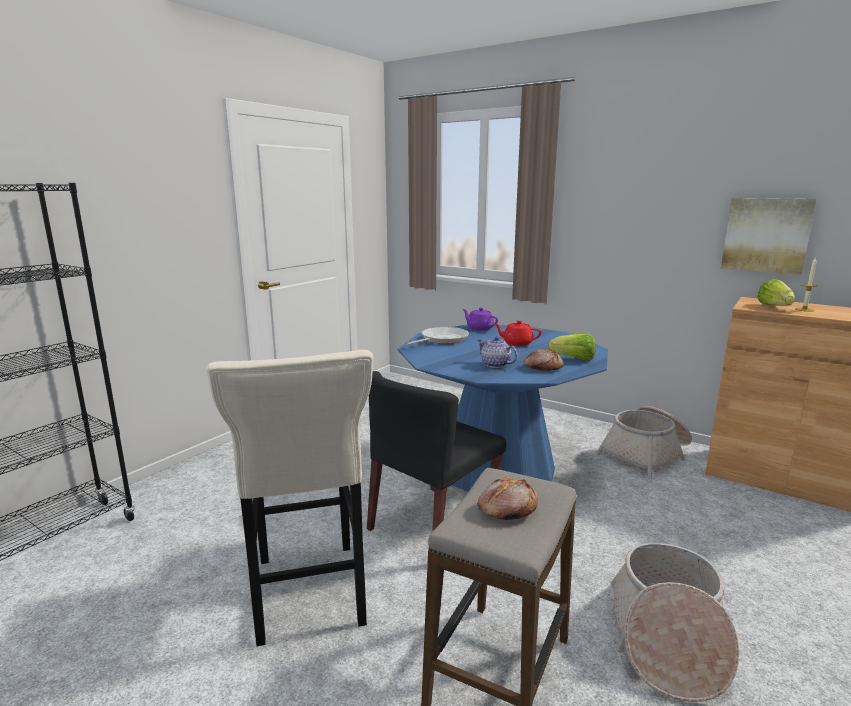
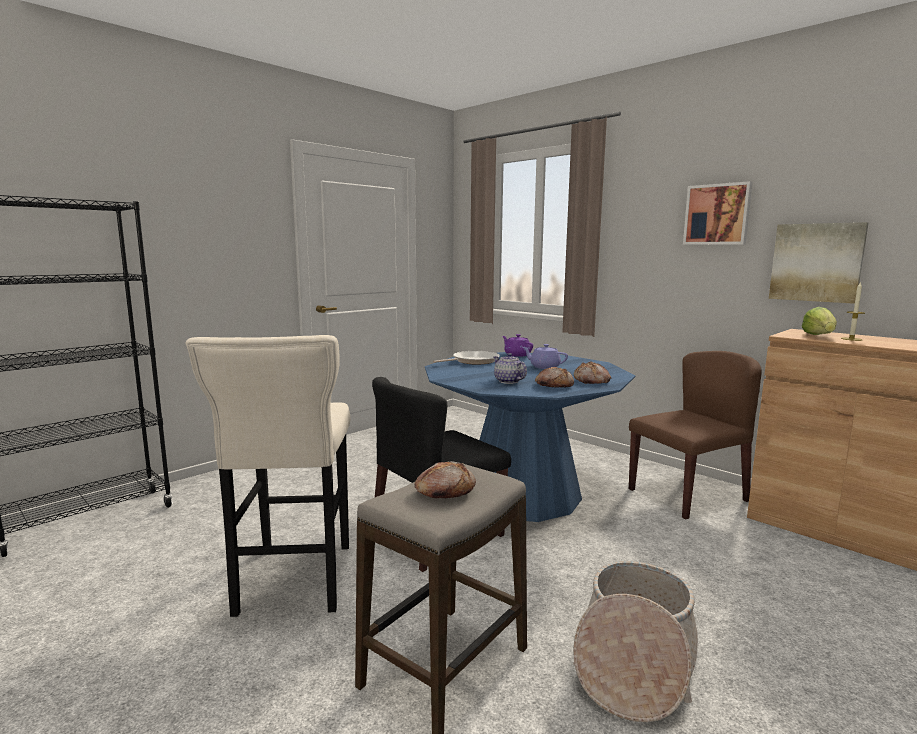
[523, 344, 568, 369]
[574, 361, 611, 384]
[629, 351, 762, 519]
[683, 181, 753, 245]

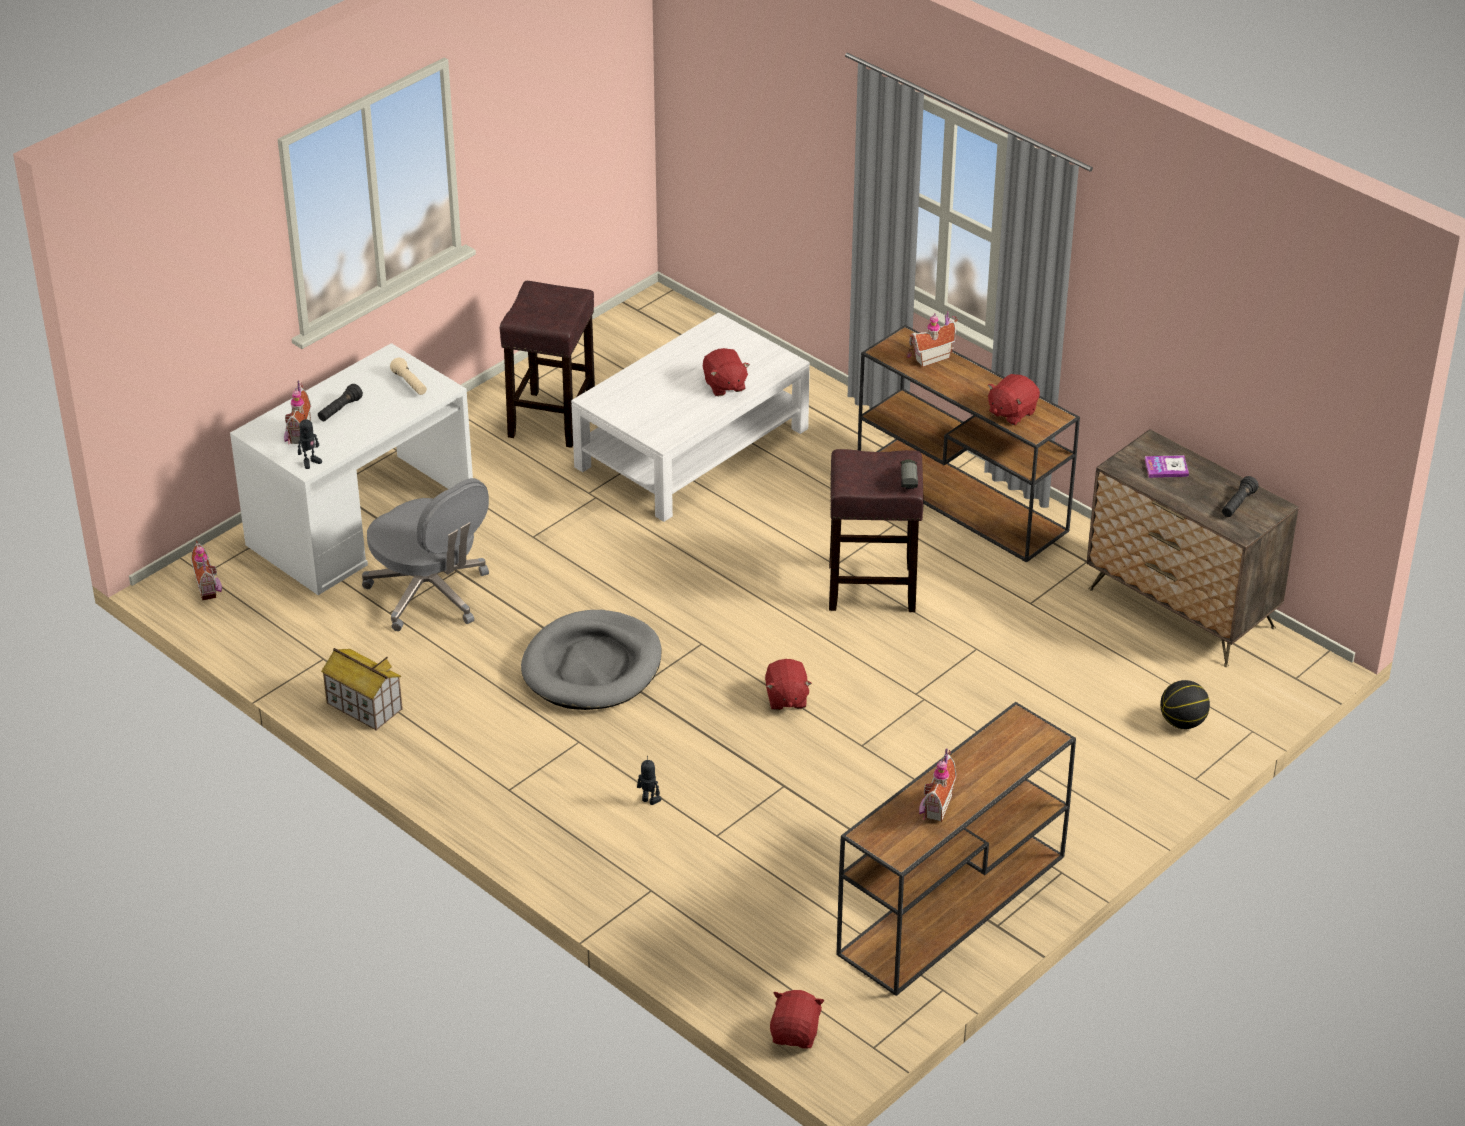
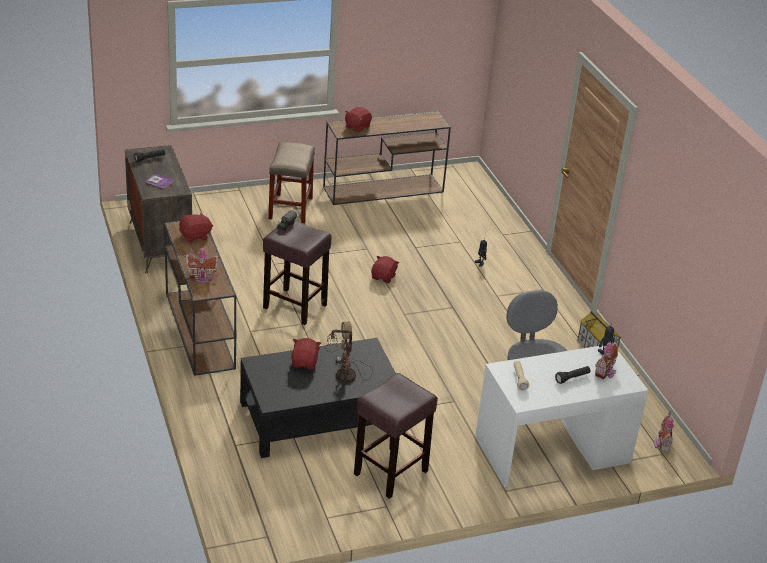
[240, 338, 396, 458]
[268, 142, 315, 223]
[325, 322, 373, 382]
[345, 107, 372, 133]
[521, 610, 662, 710] (first image)
[919, 748, 956, 822] (first image)
[1160, 680, 1210, 729] (first image)

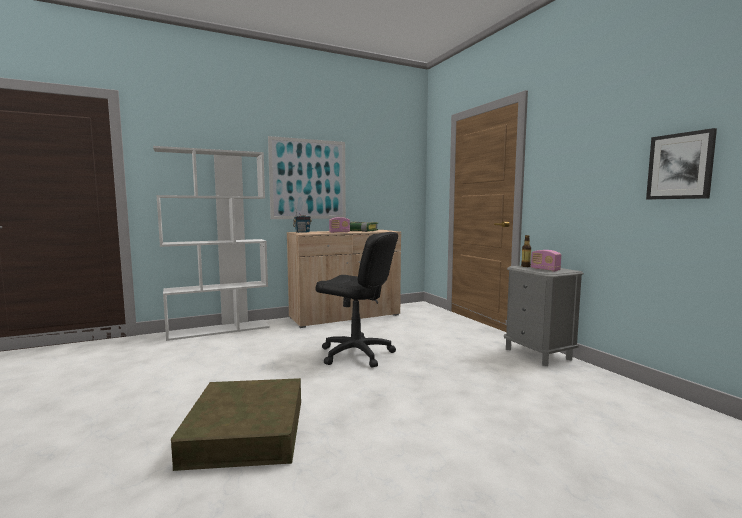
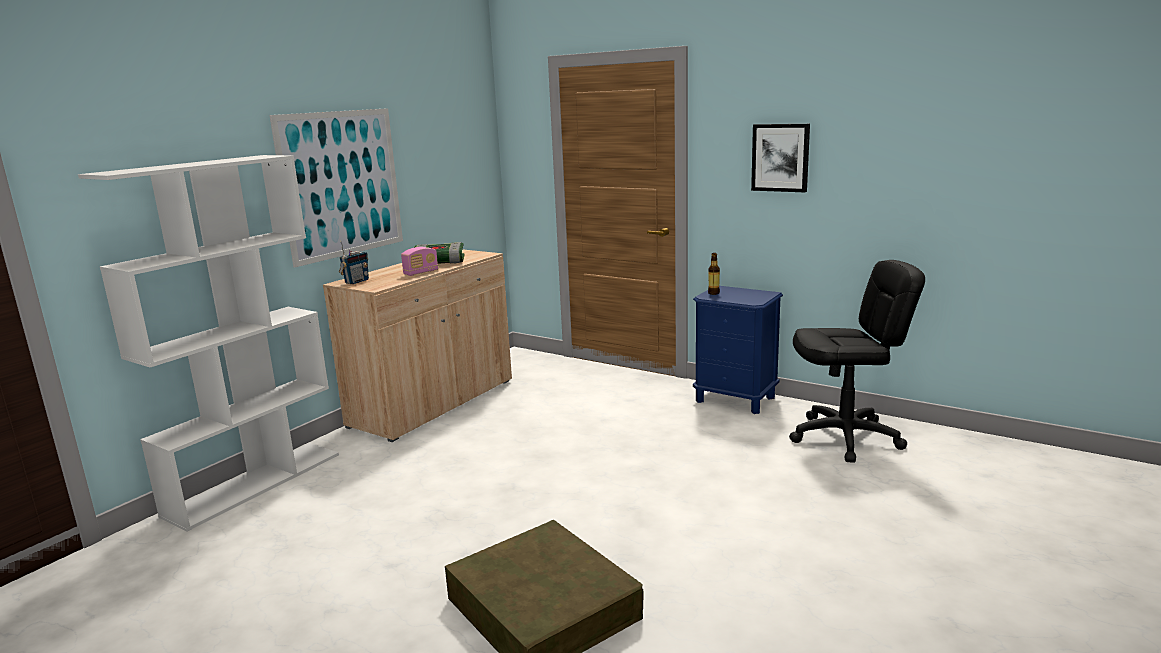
[693, 286, 783, 414]
[751, 124, 810, 192]
[789, 260, 925, 463]
[531, 250, 561, 271] (first image)

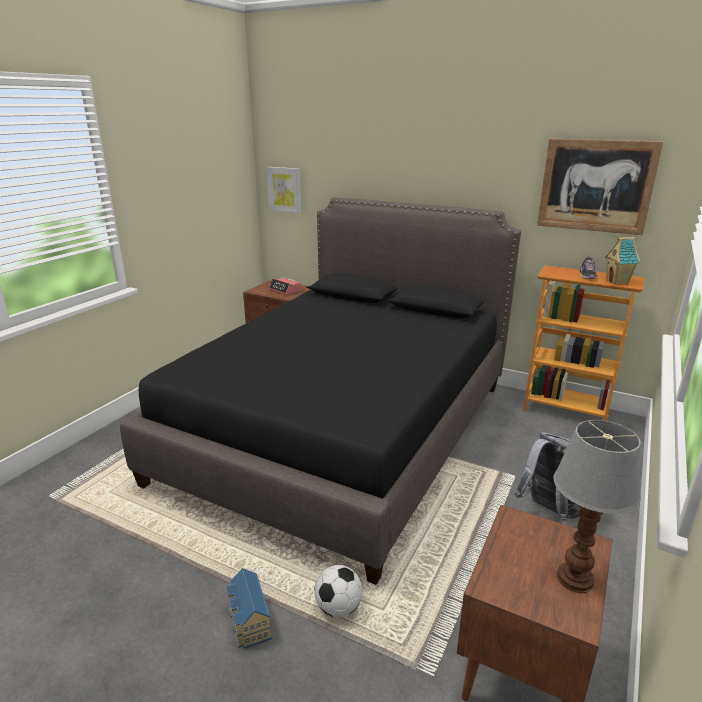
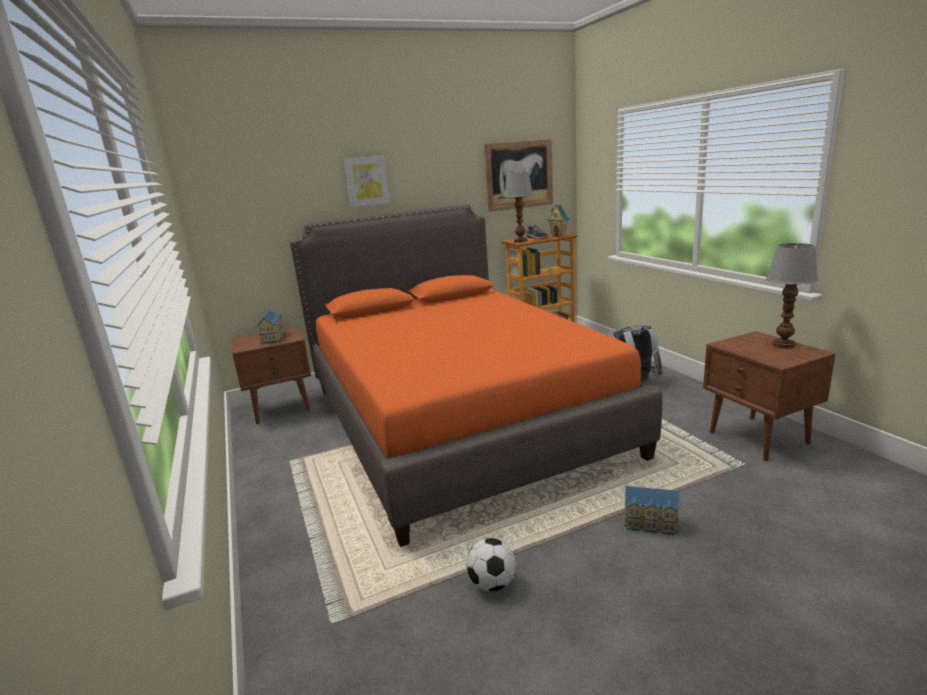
[256, 310, 285, 344]
[290, 204, 662, 547]
[344, 156, 390, 207]
[466, 538, 516, 591]
[504, 172, 533, 243]

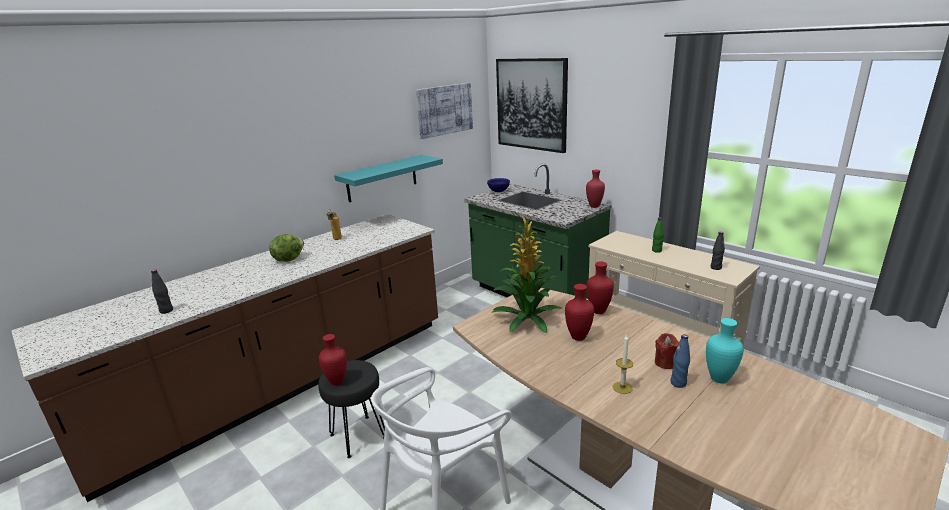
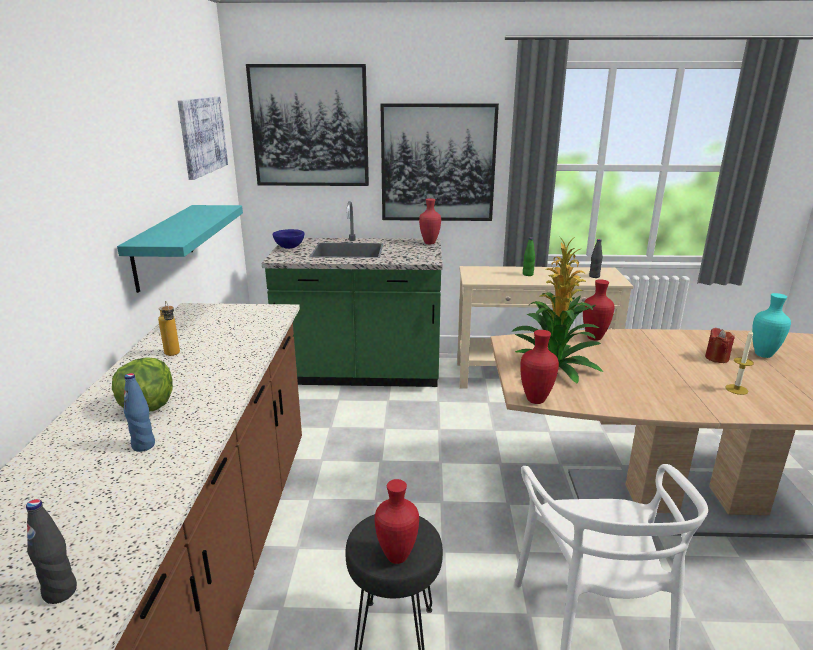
[124, 373, 155, 452]
[381, 103, 499, 221]
[520, 330, 559, 404]

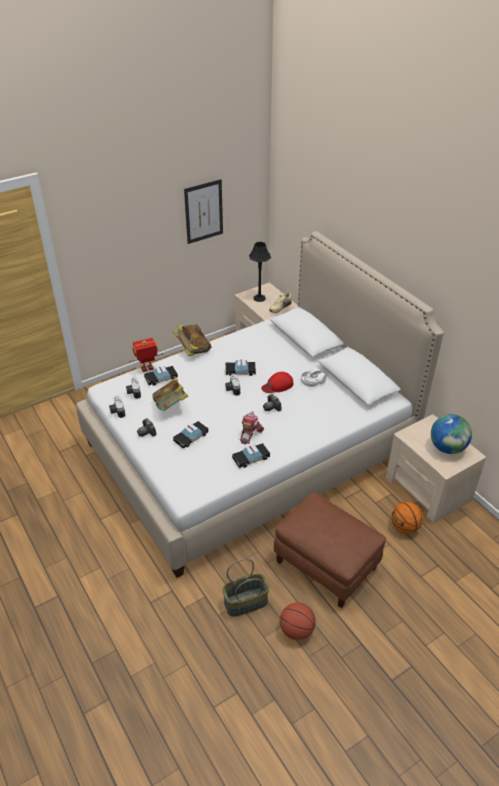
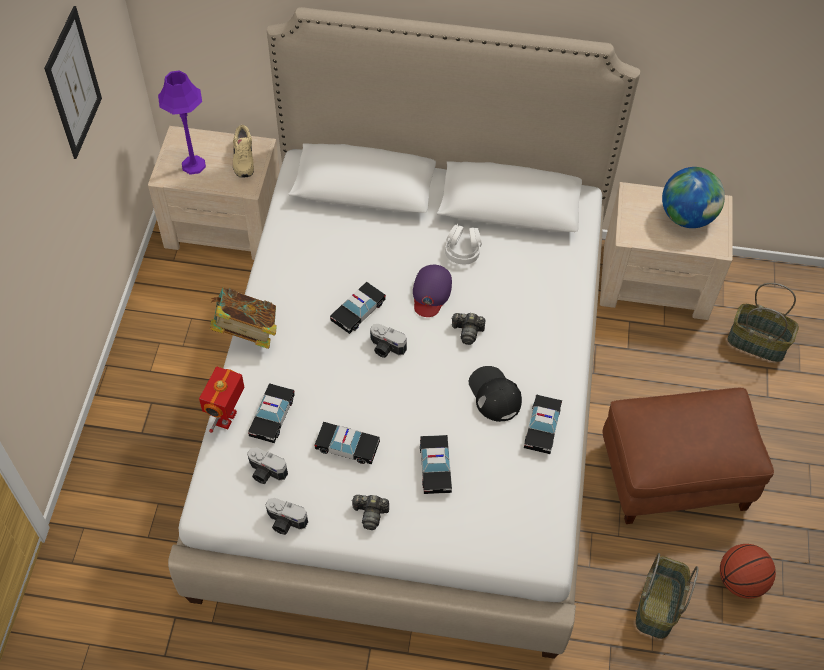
[158, 70, 206, 175]
[315, 422, 380, 464]
[413, 265, 452, 317]
[469, 366, 522, 422]
[727, 283, 799, 362]
[391, 502, 423, 534] (first image)

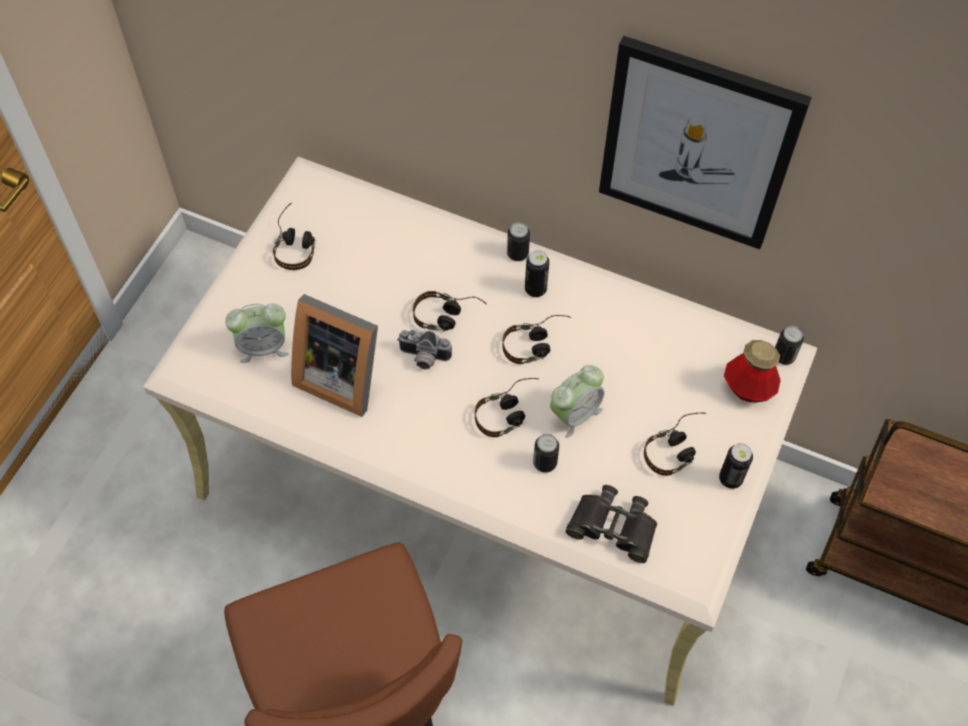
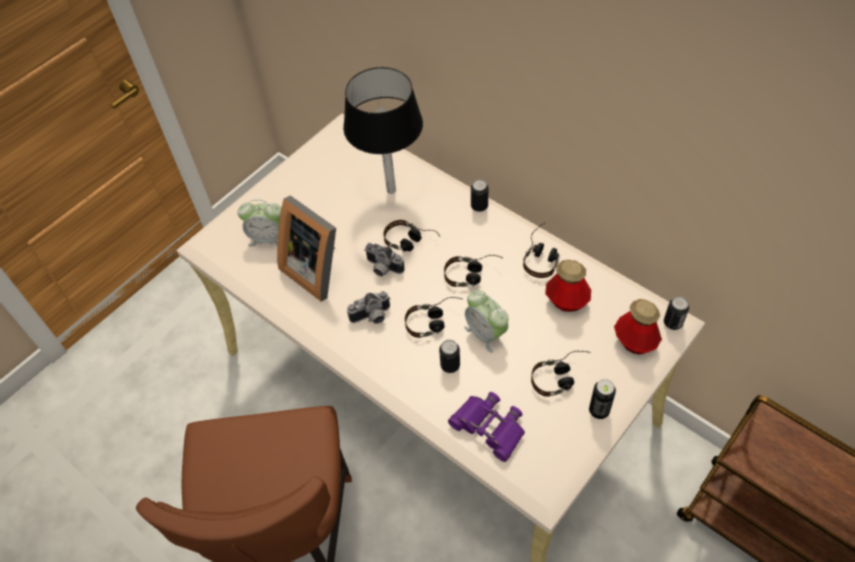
[343, 67, 423, 194]
[347, 291, 391, 324]
[448, 392, 525, 462]
[464, 290, 509, 353]
[523, 222, 560, 278]
[545, 260, 591, 312]
[525, 250, 549, 297] (first image)
[599, 36, 812, 249] (first image)

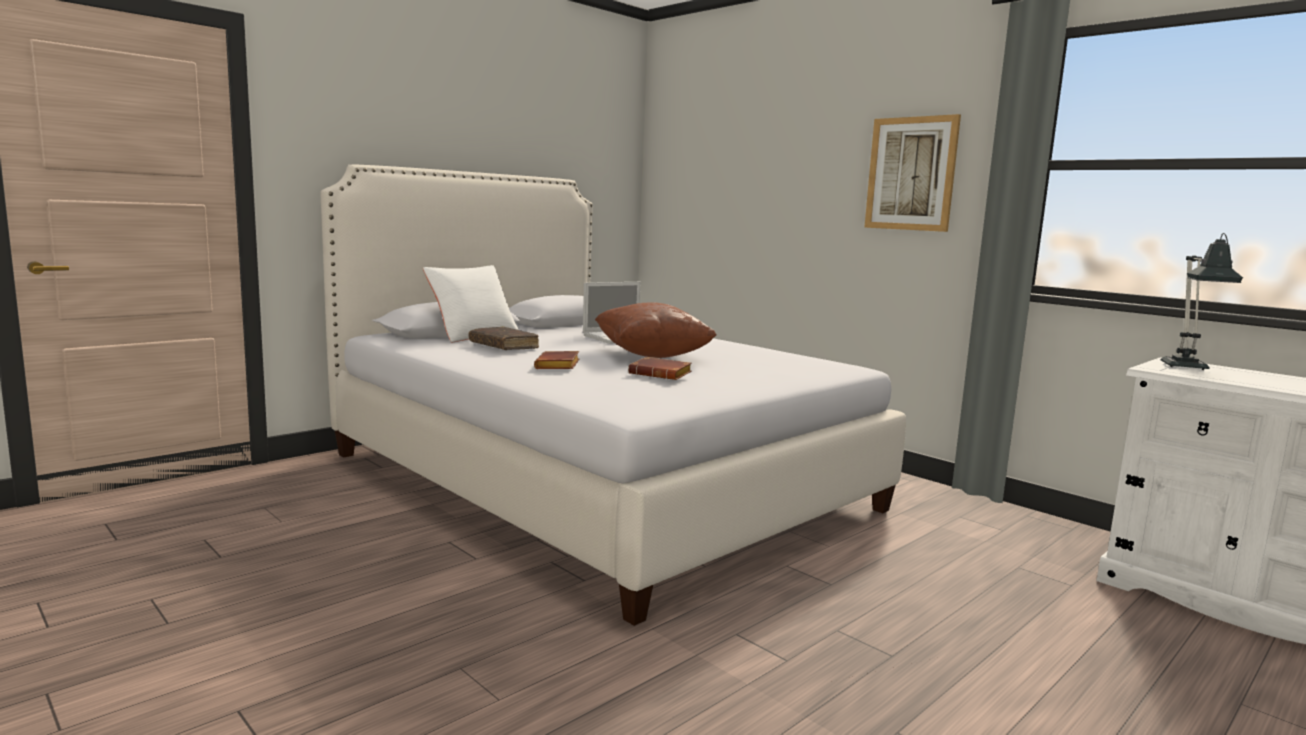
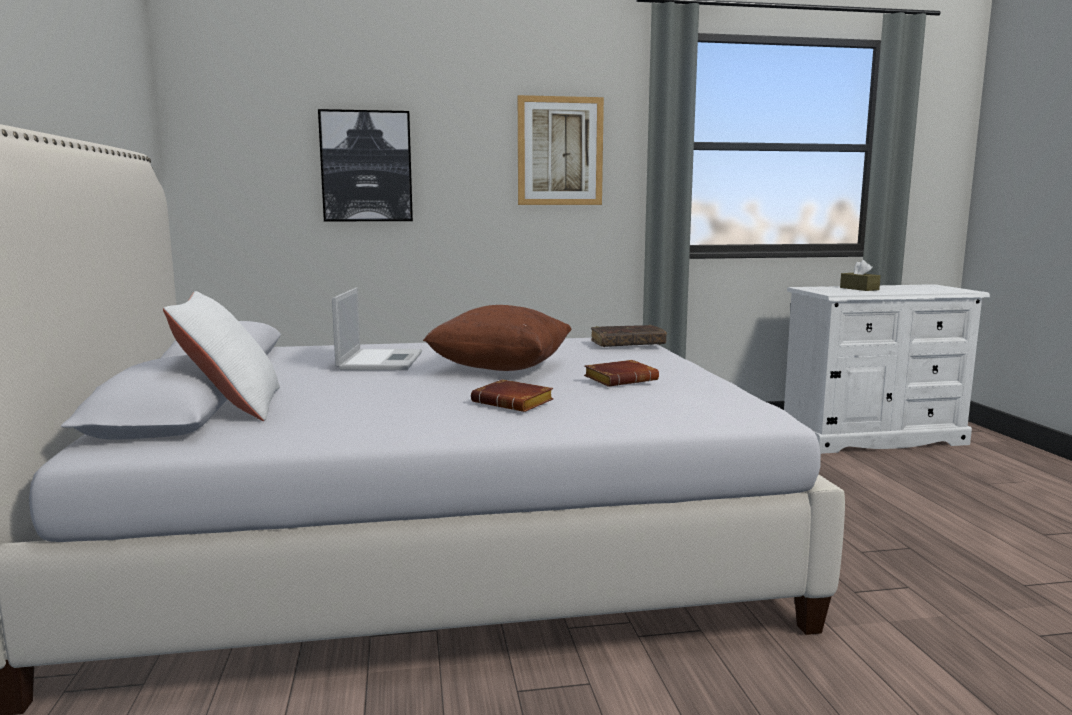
[318, 109, 413, 221]
[591, 325, 667, 347]
[840, 260, 881, 291]
[1161, 233, 1243, 370] (first image)

